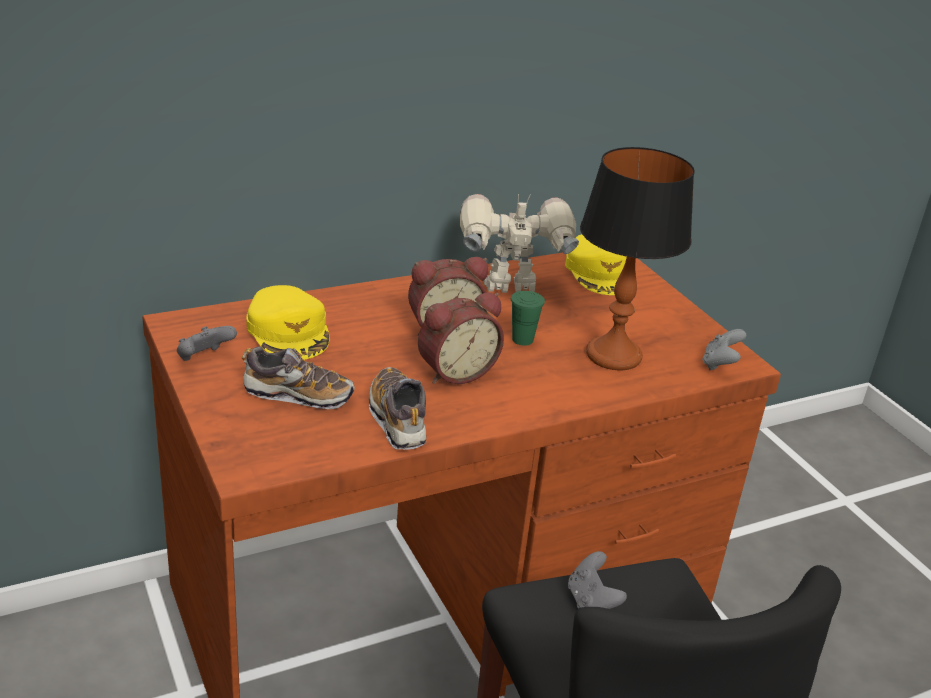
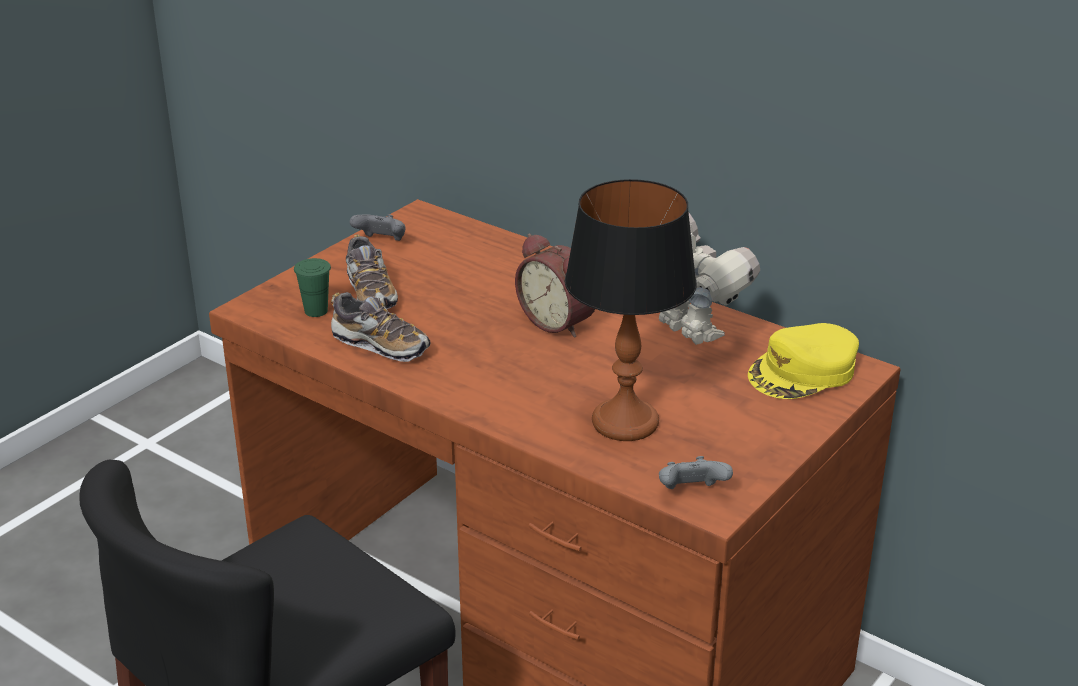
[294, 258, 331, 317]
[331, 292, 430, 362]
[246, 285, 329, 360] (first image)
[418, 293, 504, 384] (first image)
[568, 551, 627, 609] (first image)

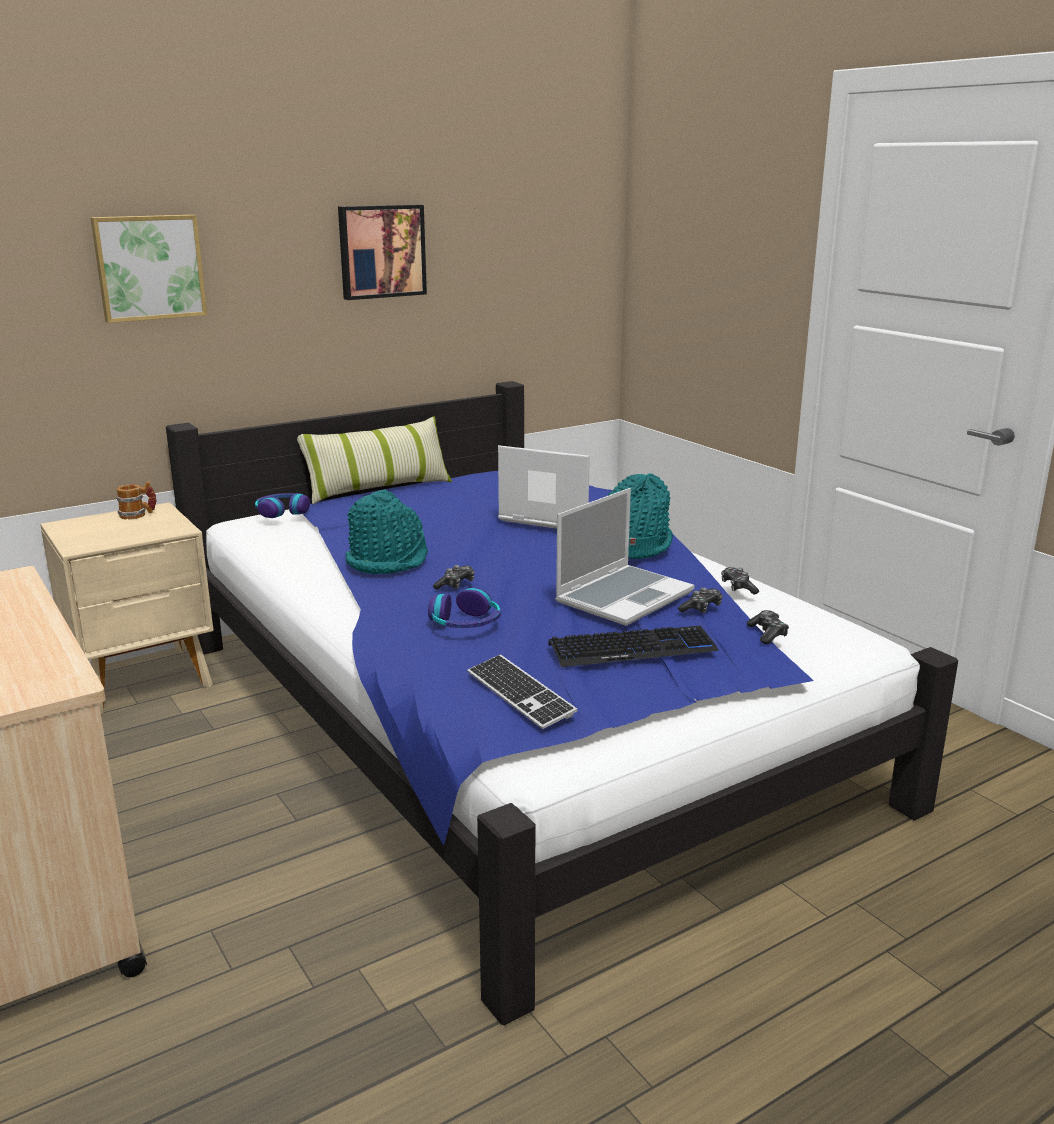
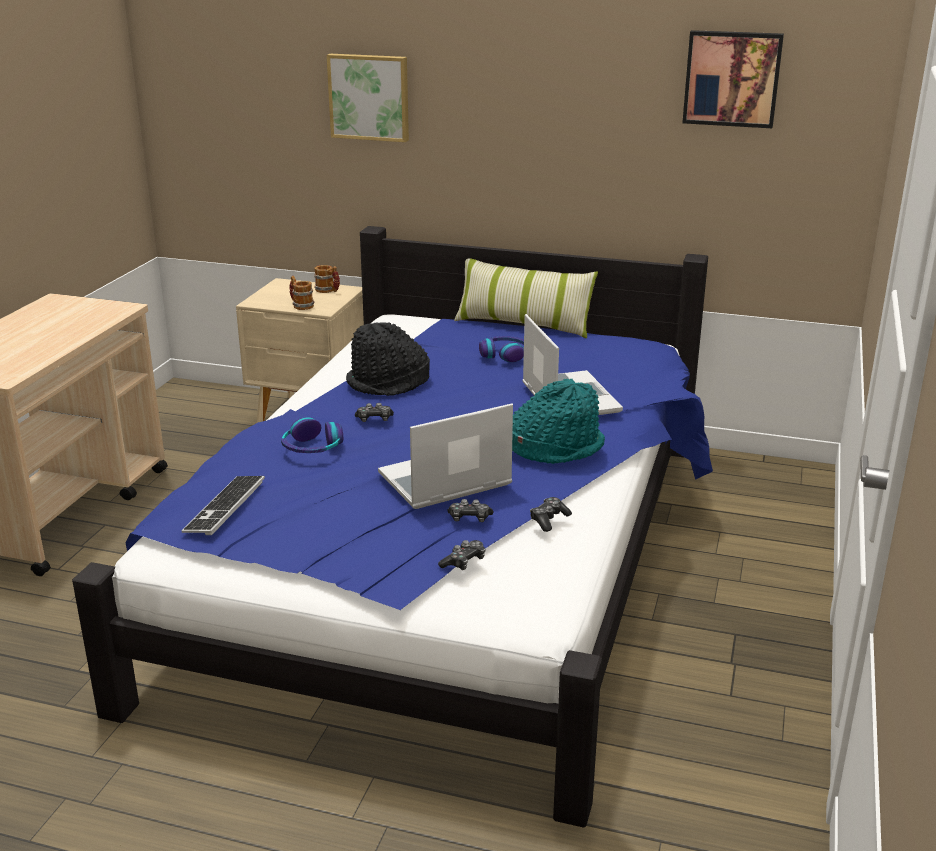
[289, 276, 315, 310]
[346, 322, 430, 396]
[378, 403, 513, 509]
[479, 336, 524, 362]
[682, 30, 784, 128]
[549, 626, 719, 667] (first image)

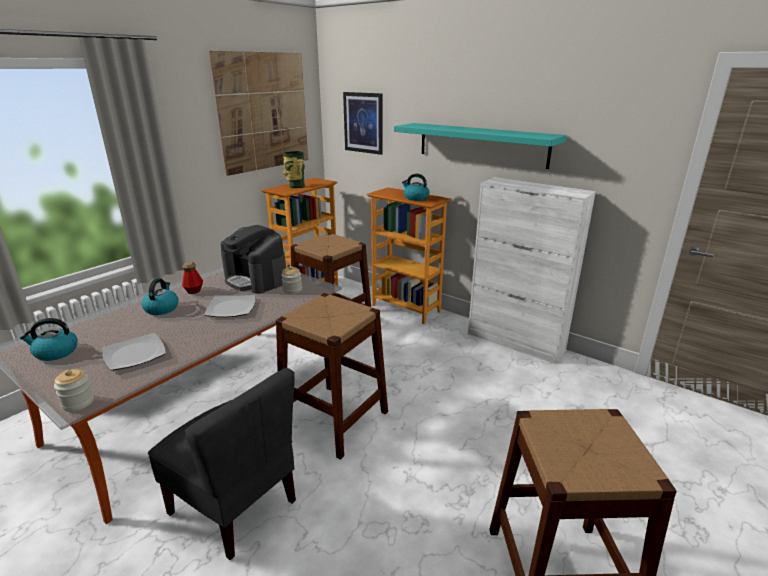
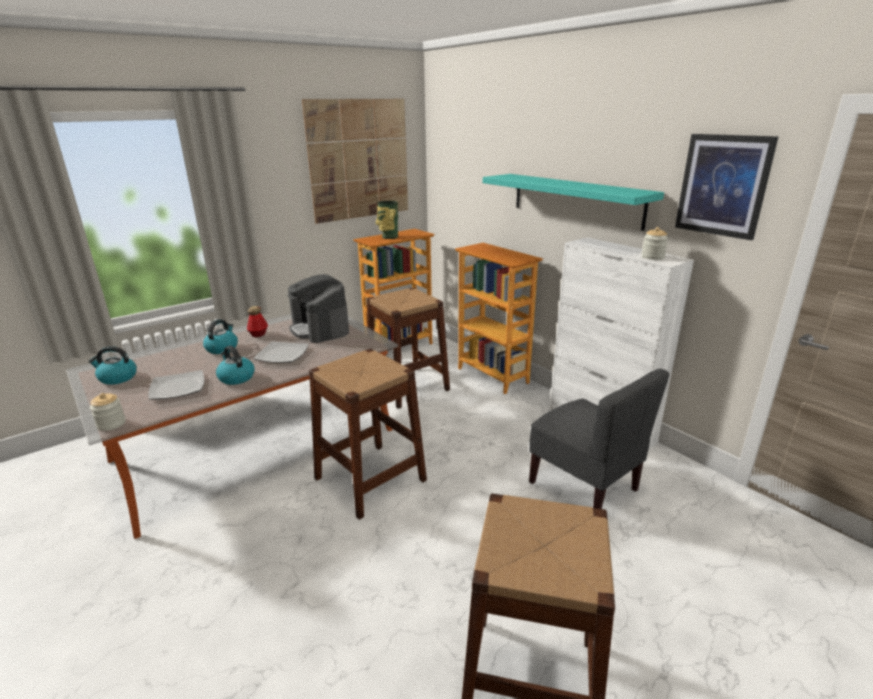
[216, 346, 255, 385]
[529, 369, 669, 509]
[642, 227, 668, 260]
[675, 134, 778, 240]

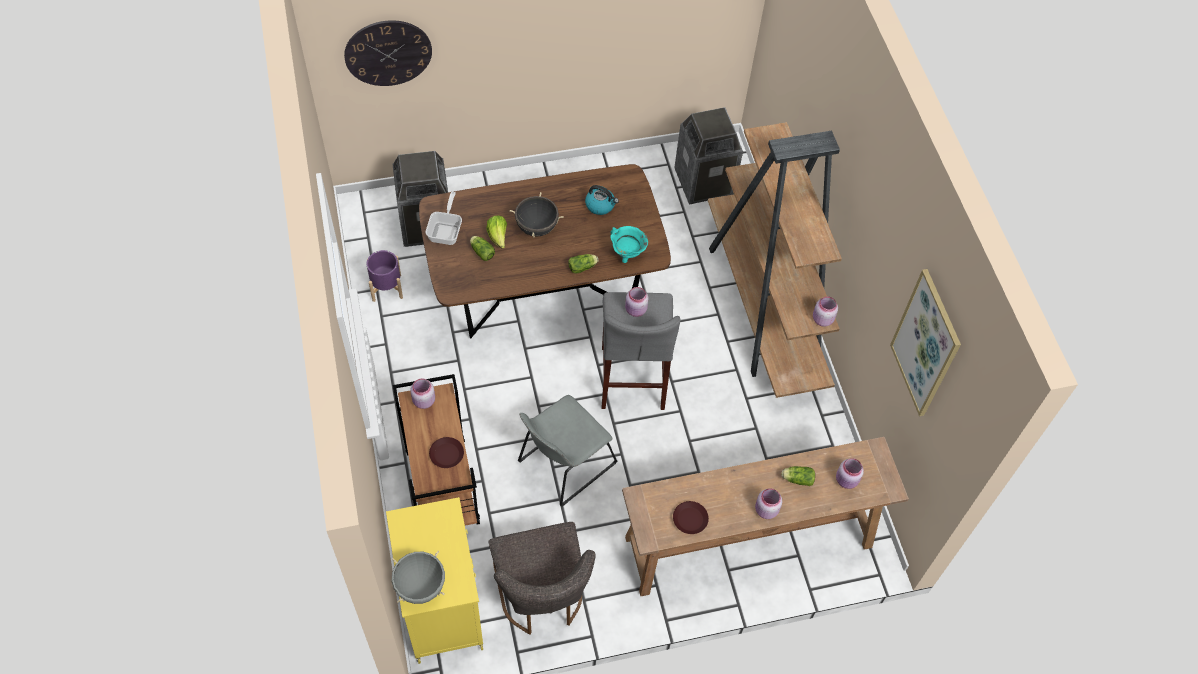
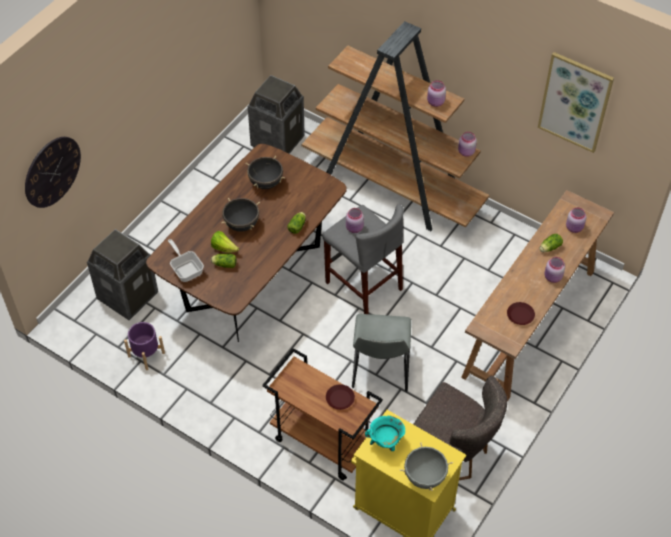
[246, 156, 285, 189]
[365, 416, 405, 451]
[427, 80, 446, 107]

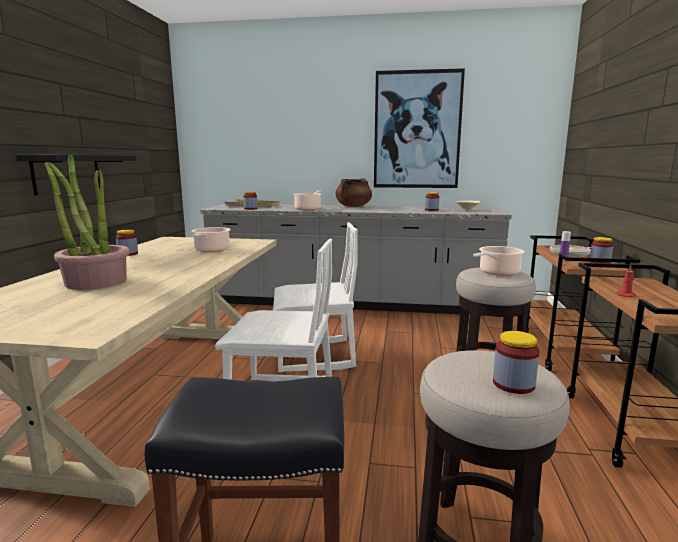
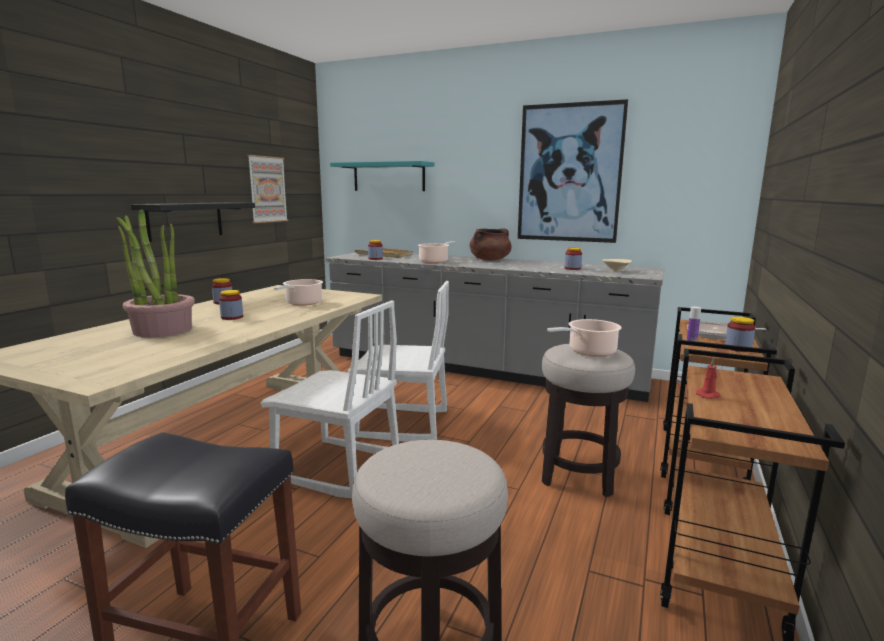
[219, 290, 243, 320]
[247, 155, 288, 223]
[330, 161, 434, 191]

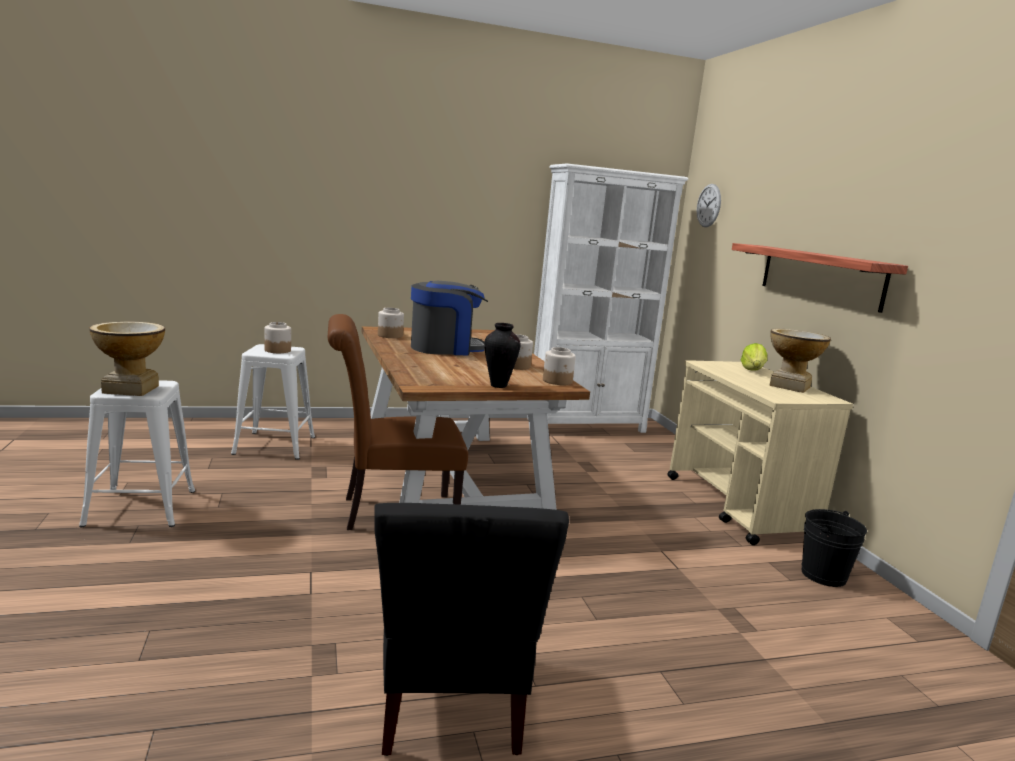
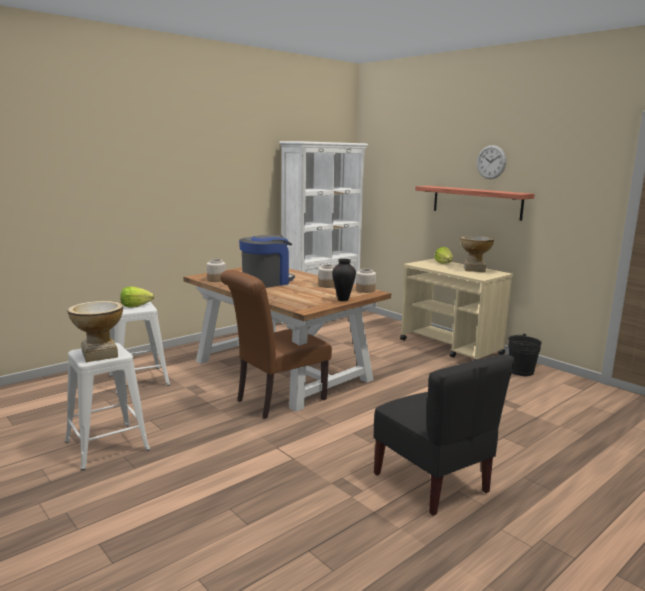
[120, 287, 154, 307]
[477, 145, 506, 179]

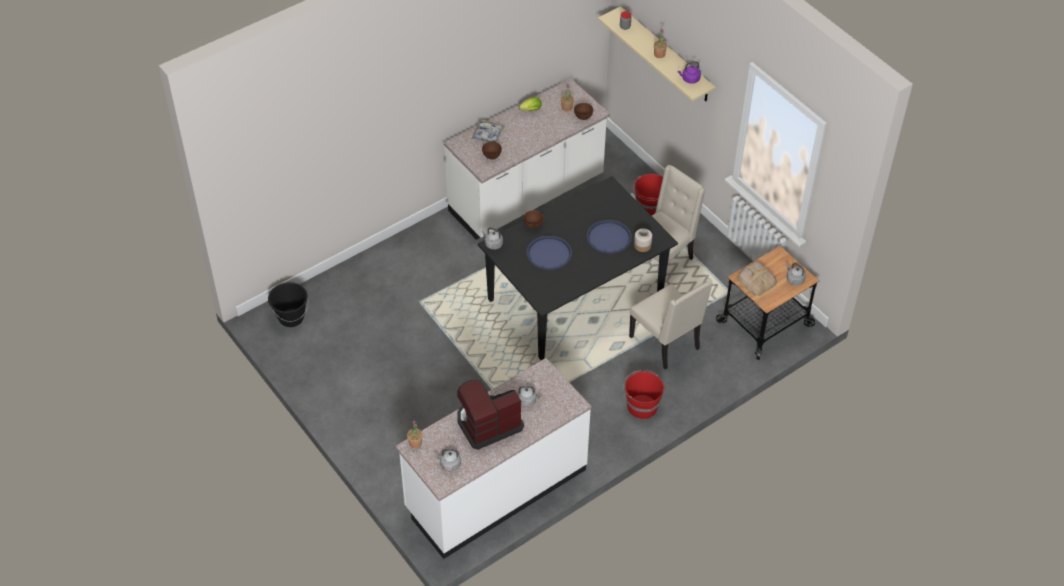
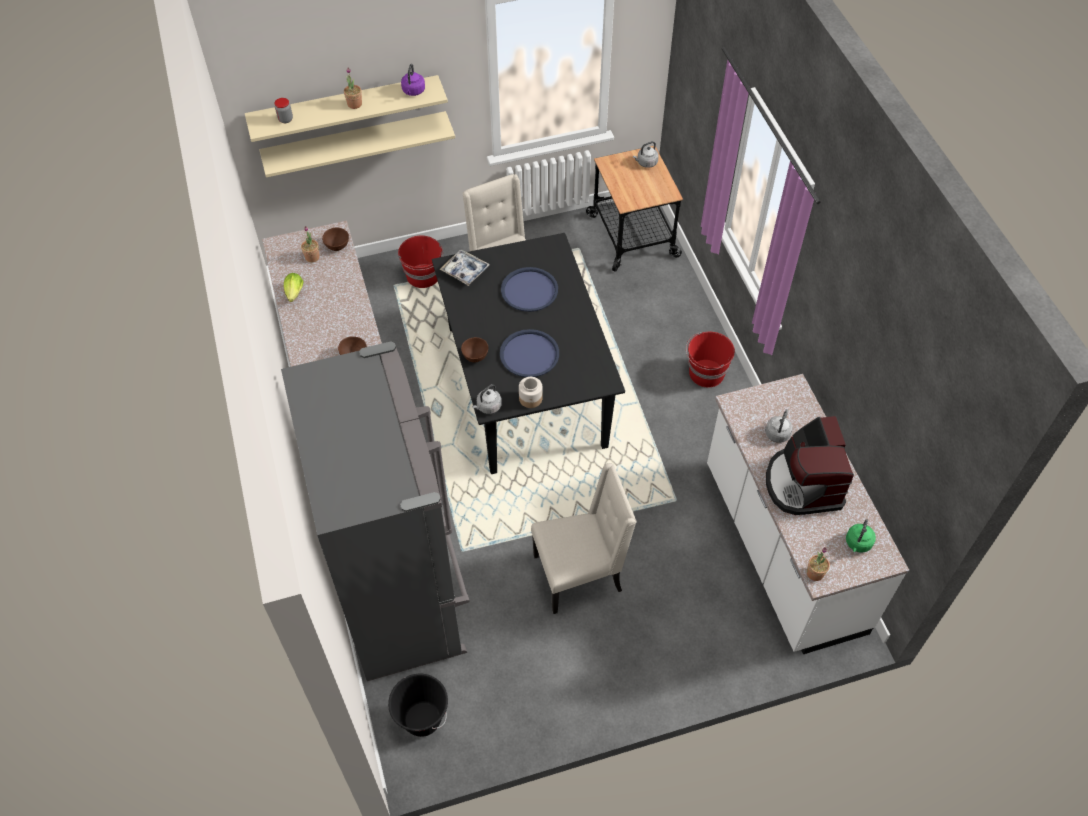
[259, 111, 455, 178]
[281, 341, 470, 681]
[440, 250, 490, 286]
[519, 377, 543, 408]
[531, 463, 637, 614]
[846, 519, 876, 552]
[737, 262, 777, 296] (first image)

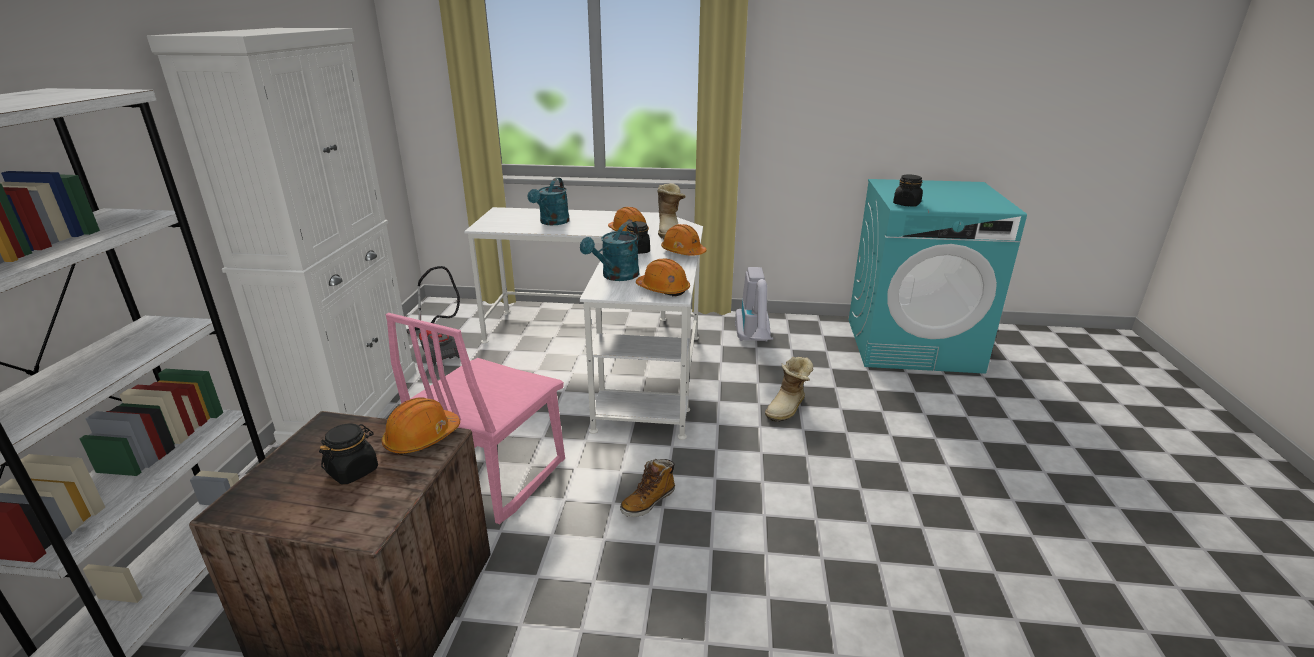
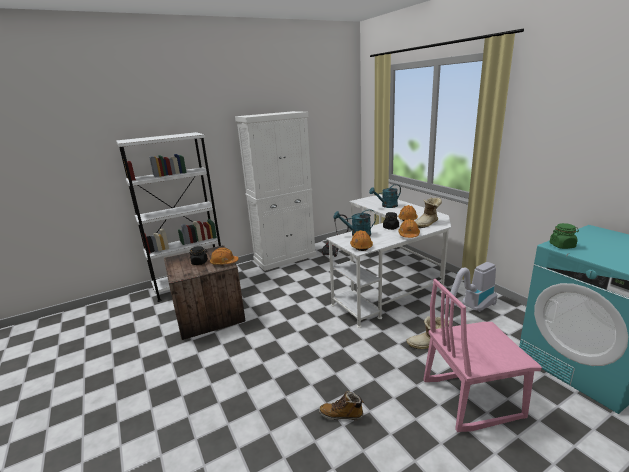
[319, 391, 364, 420]
[423, 279, 542, 432]
[550, 223, 579, 249]

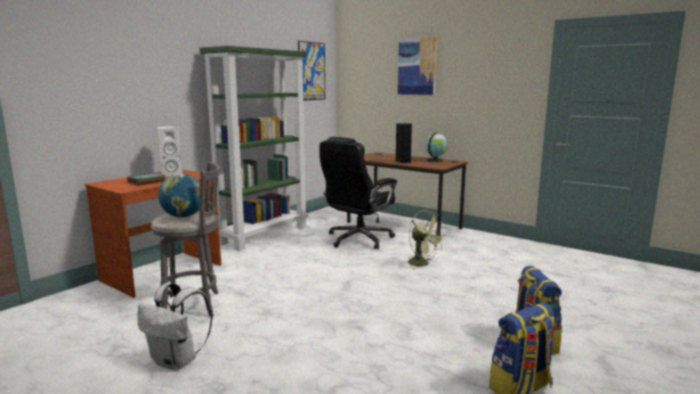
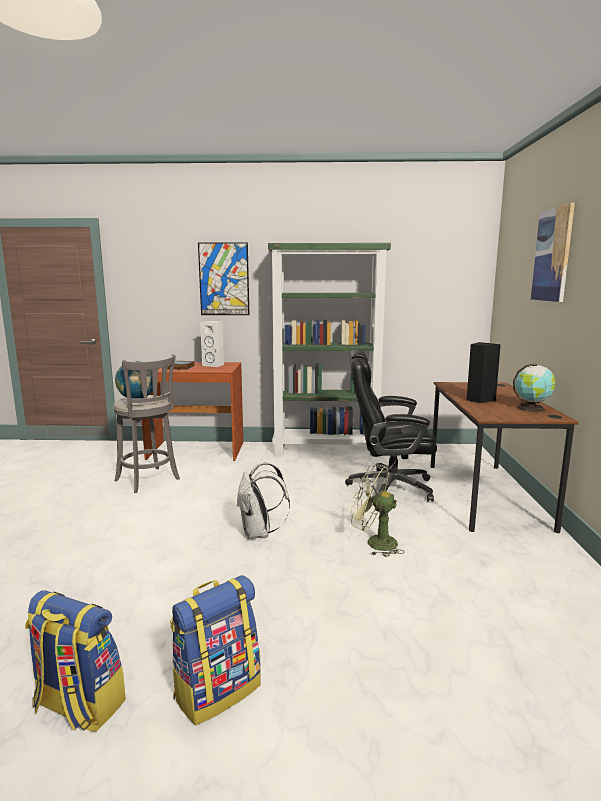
[198, 242, 249, 315]
[236, 462, 290, 539]
[350, 464, 404, 557]

